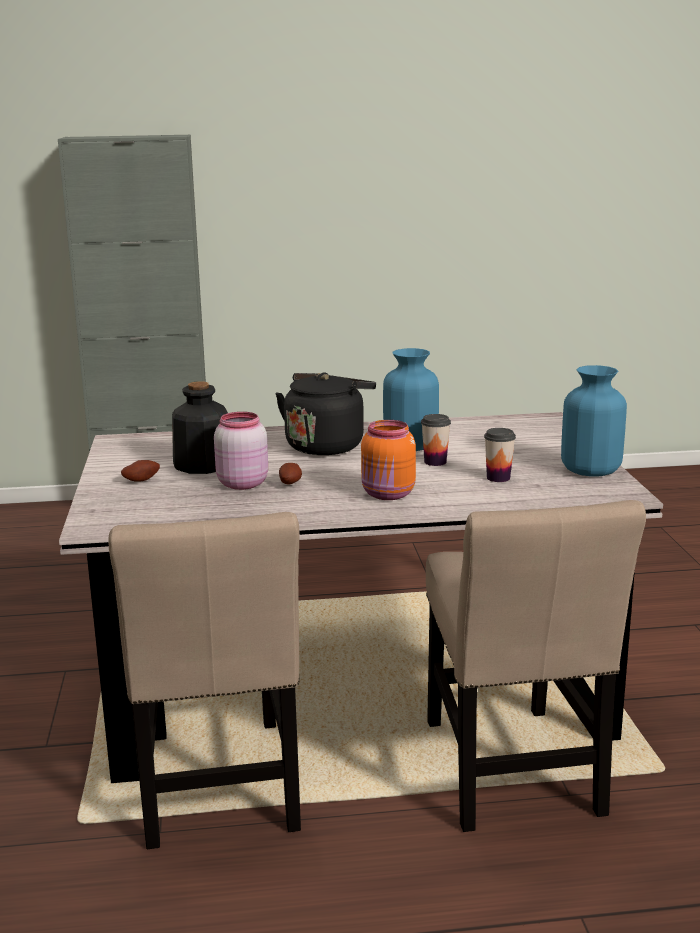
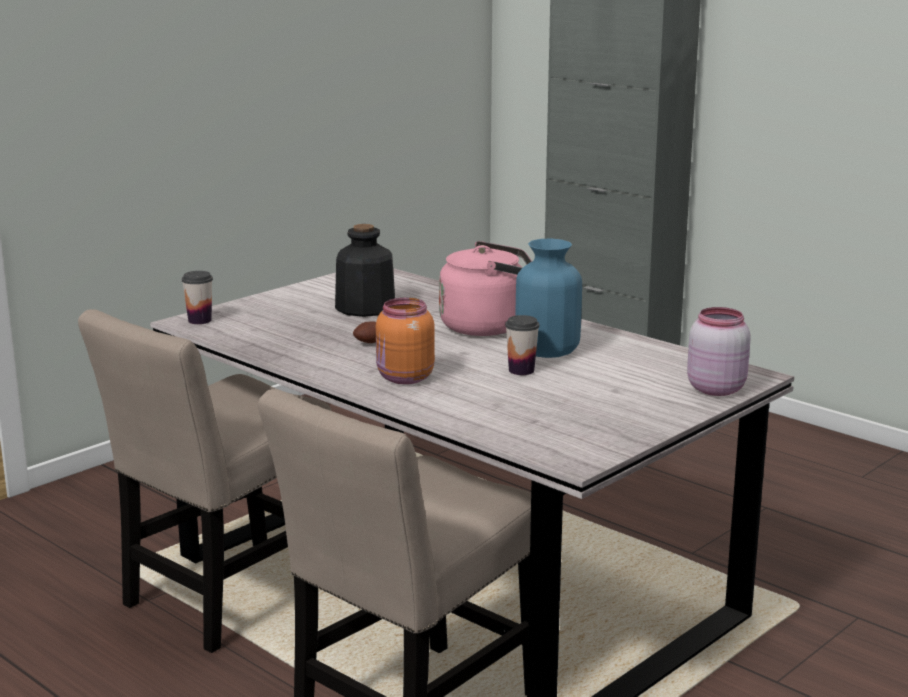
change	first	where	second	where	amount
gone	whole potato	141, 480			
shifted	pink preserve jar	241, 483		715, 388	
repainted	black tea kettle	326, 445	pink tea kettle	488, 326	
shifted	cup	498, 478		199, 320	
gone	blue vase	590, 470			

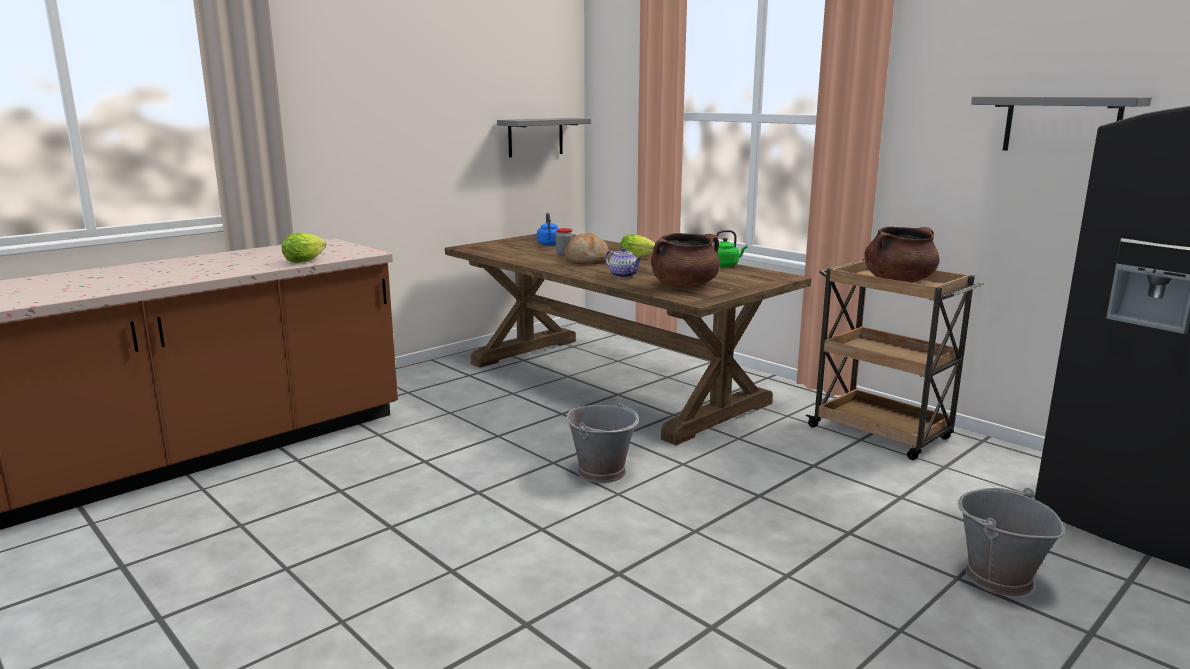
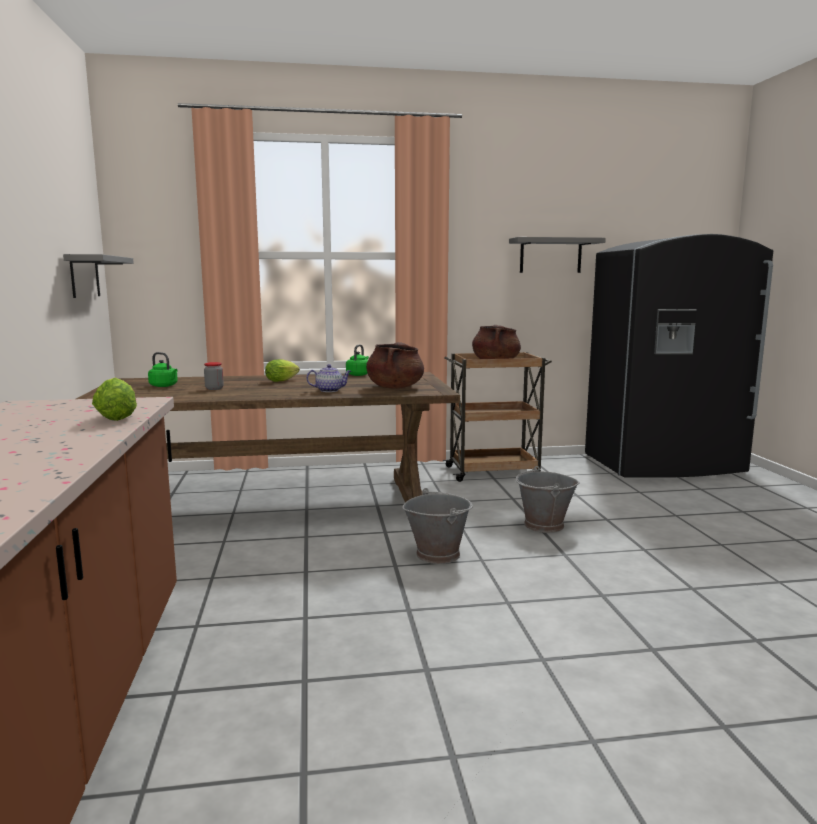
change	first	where	second	where	amount
repainted	blue tea kettle	549, 244	green tea kettle	164, 386	
gone	bakery bread	587, 260			
shifted	greyish pail	997, 578		544, 525	

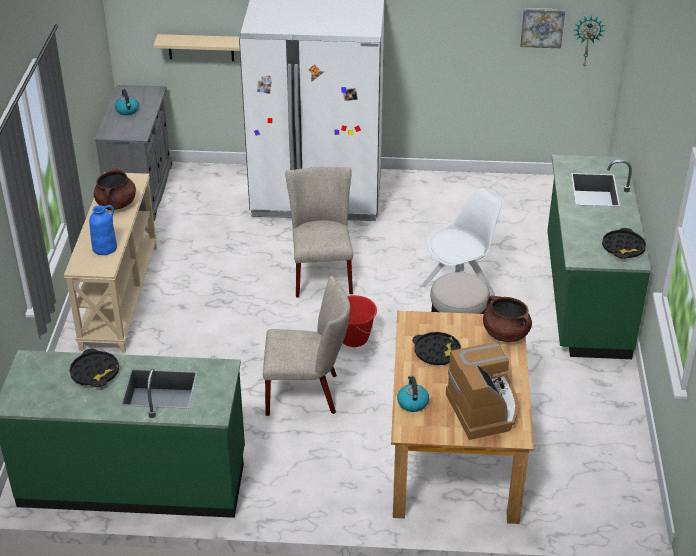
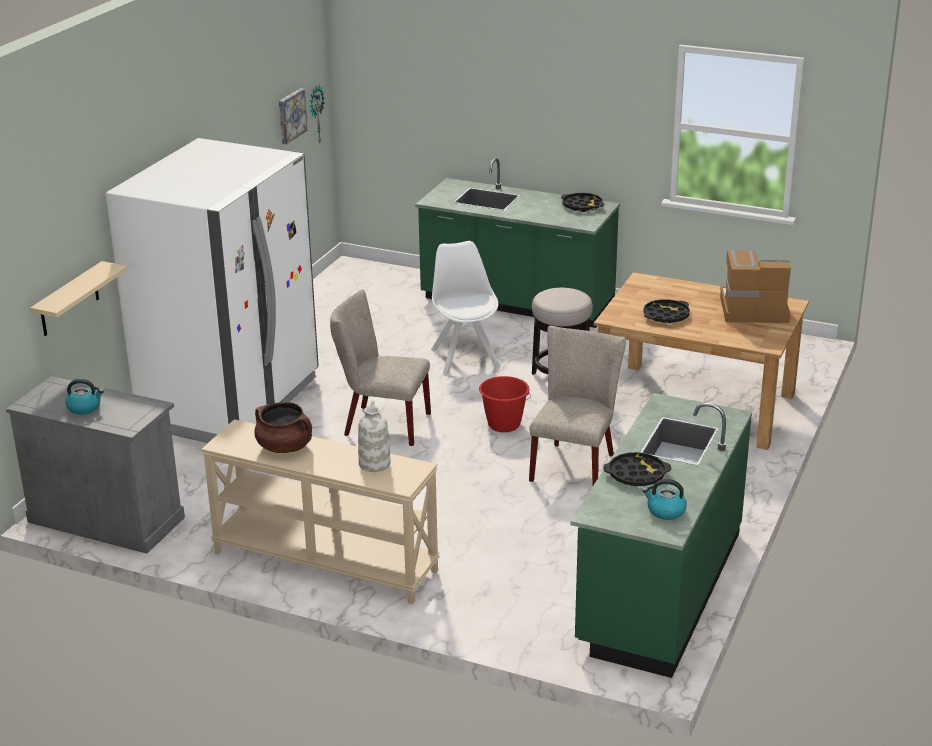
change	first	where	second	where	amount
repainted	blue vase	105, 248	white vase	374, 463	
shifted	tea kettle	412, 402		665, 511	
gone	brown saucepot	505, 333			

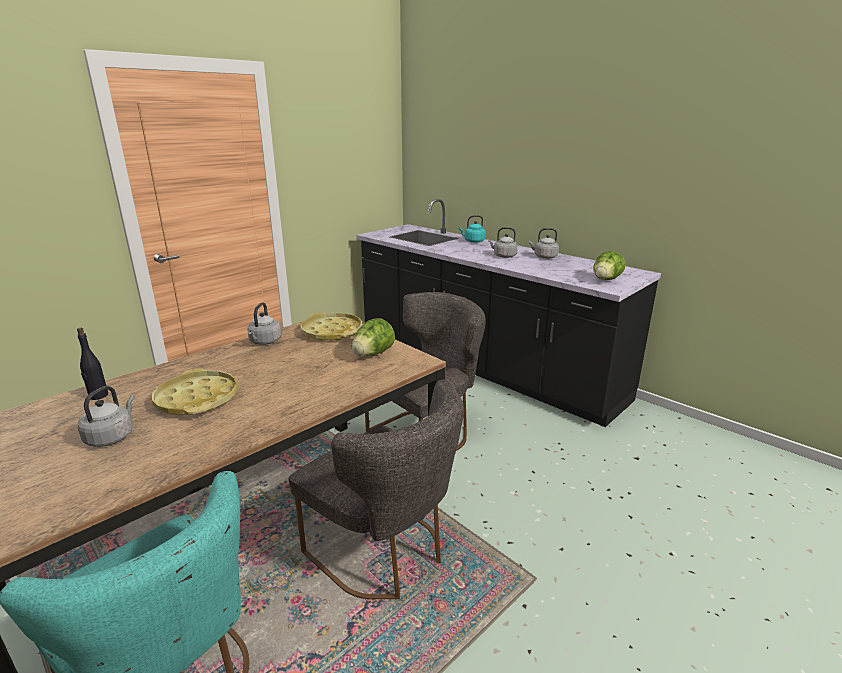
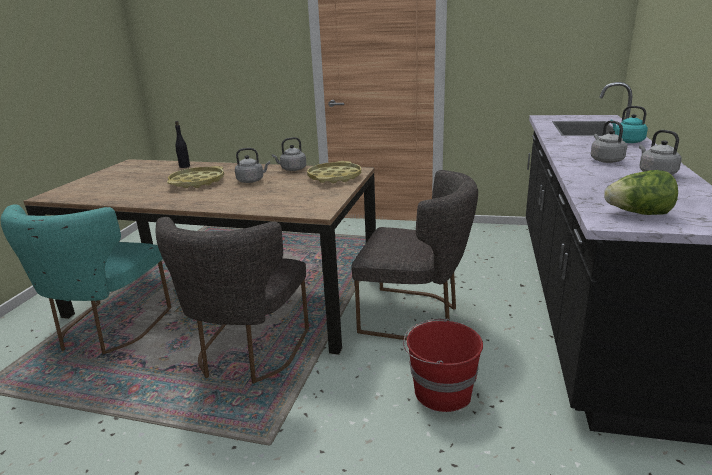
change	first	where	second	where	amount
shifted	greyish tea kettle	112, 436		252, 180	
gone	lettuce	372, 354			
new			red pail	441, 392	

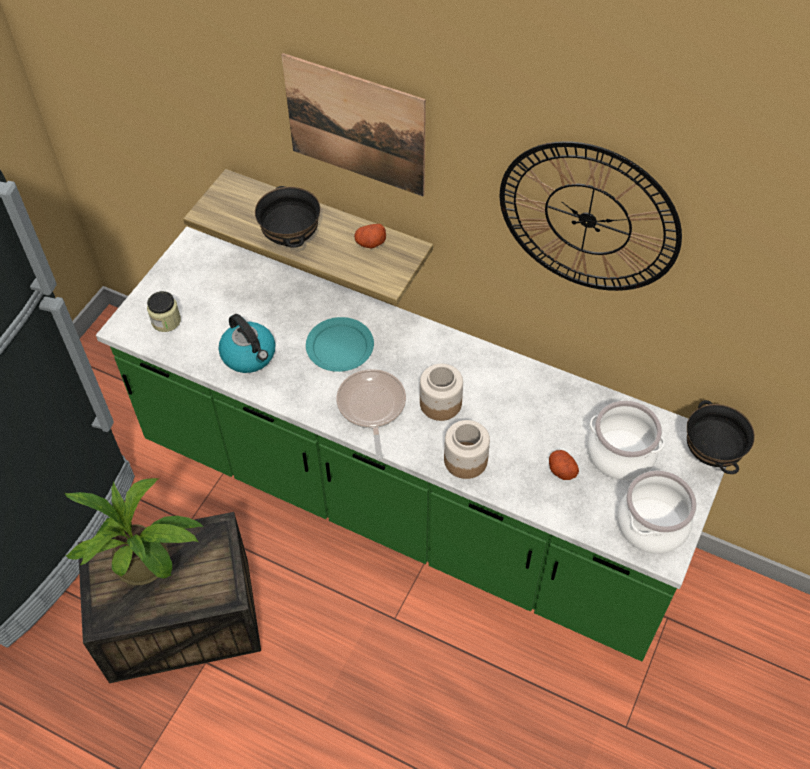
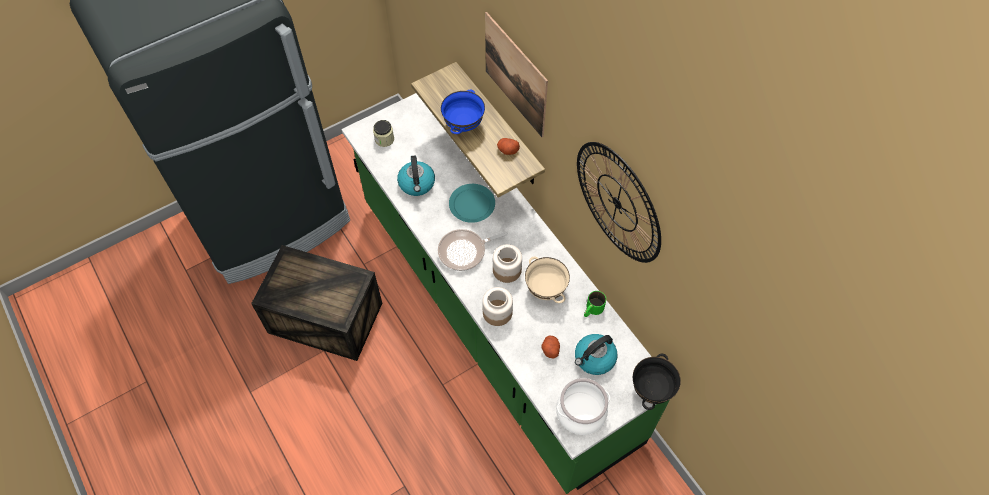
change	first	where	second	where	amount
gone	plant in a pot	148, 566			
repainted	black serving bowl	292, 238	blue serving bowl	464, 125	
rotated	frying pan	371, 407		465, 251	135 degrees counterclockwise
swapped	saucepot	620, 453	tea kettle	594, 359	
new			beige serving bowl	546, 289	
new			green mug	592, 310	

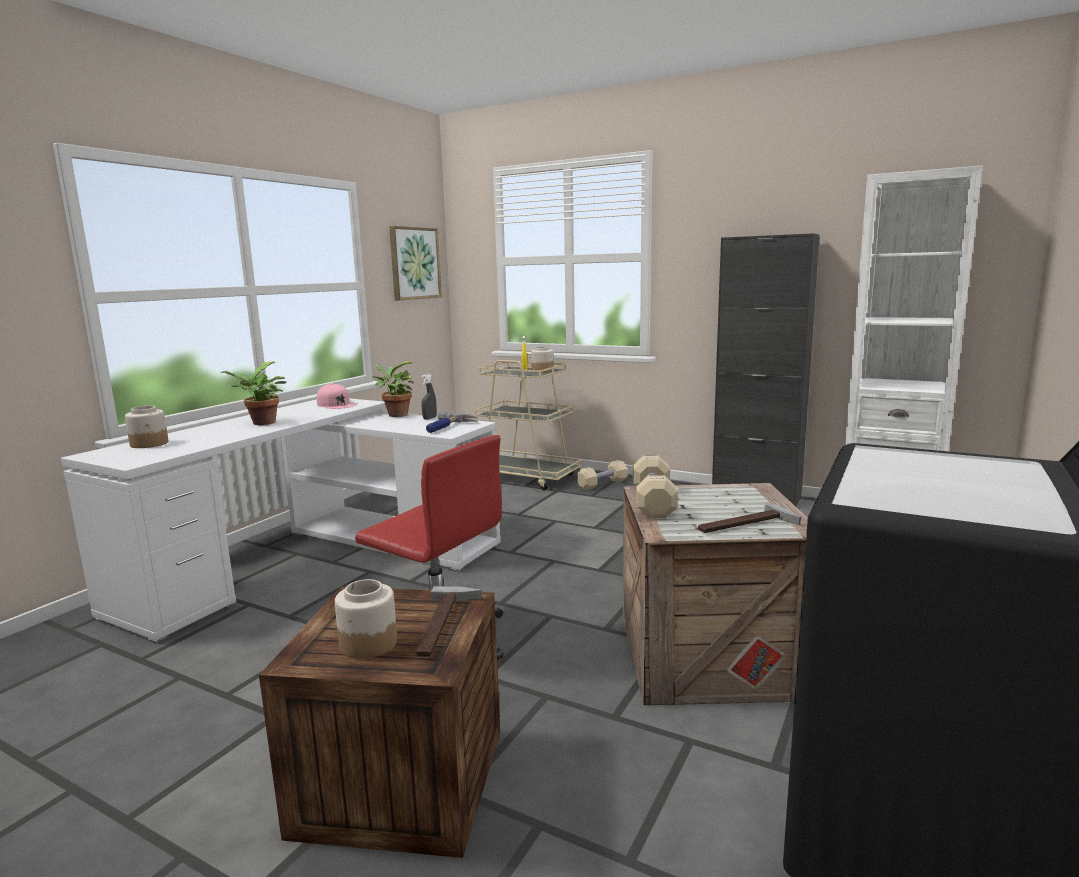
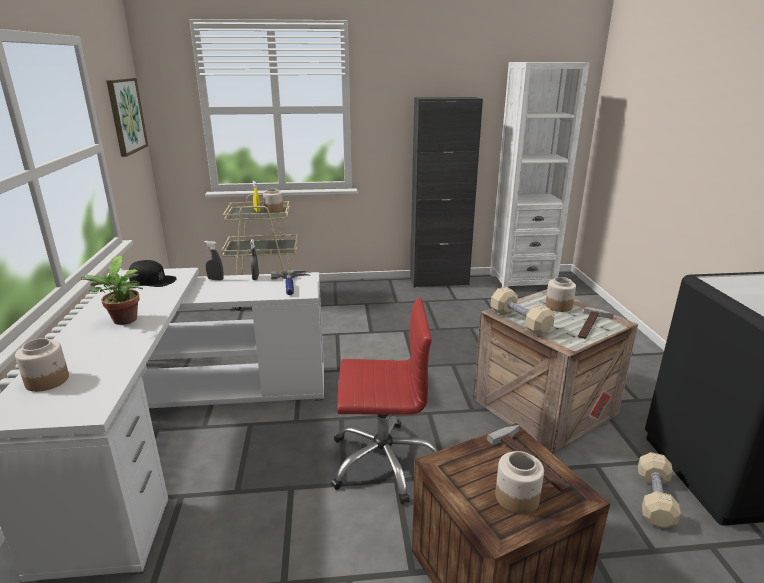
change	first	where	second	where	amount
repainted	pink cap	336, 404	black cap	152, 280	
swapped	plant in a pot	395, 415	greyish spray bottle	215, 279	
shifted	beige dumbbell	602, 484		654, 499	
new			preserve jar	558, 306	

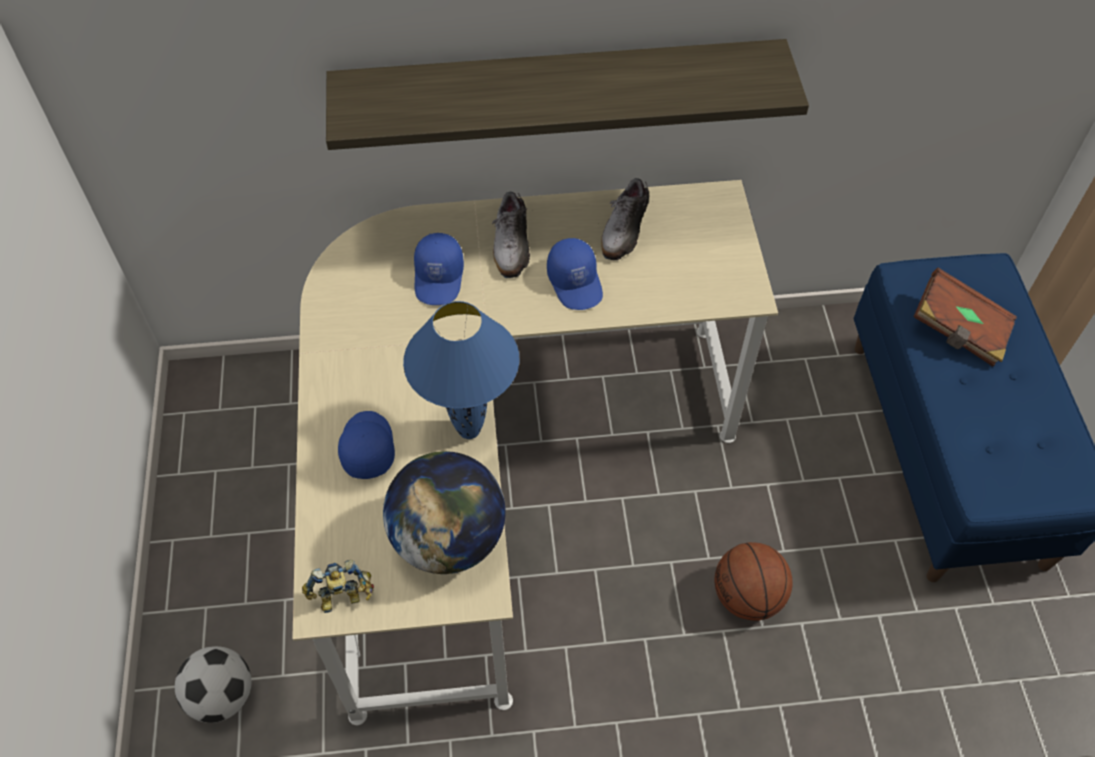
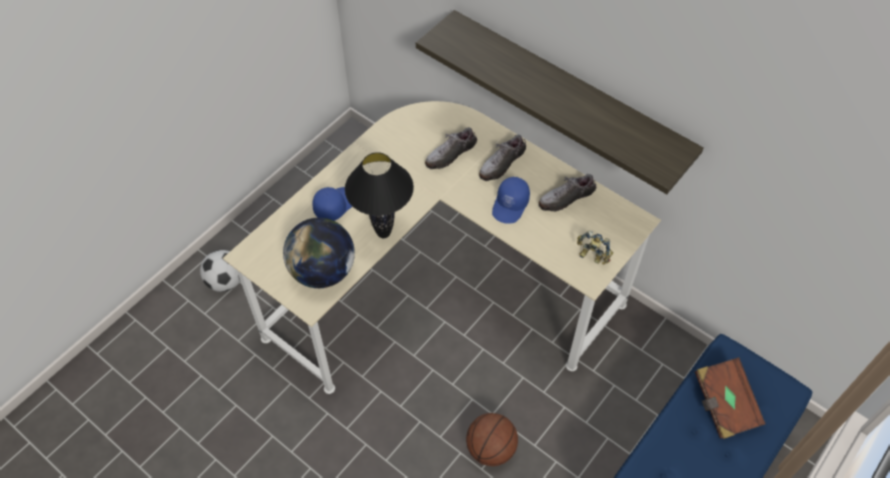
change	first	where	second	where	amount
shifted	toy robot	342, 599		591, 257	
repainted	blue table lamp	468, 431	black table lamp	383, 233	
swapped	blue cap	439, 278	low shoe	450, 154	

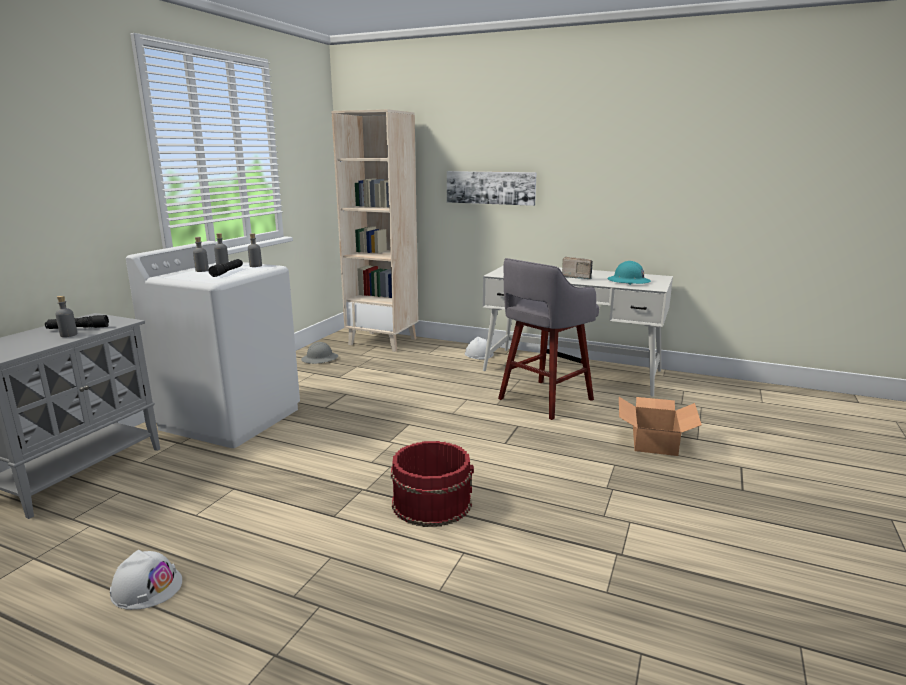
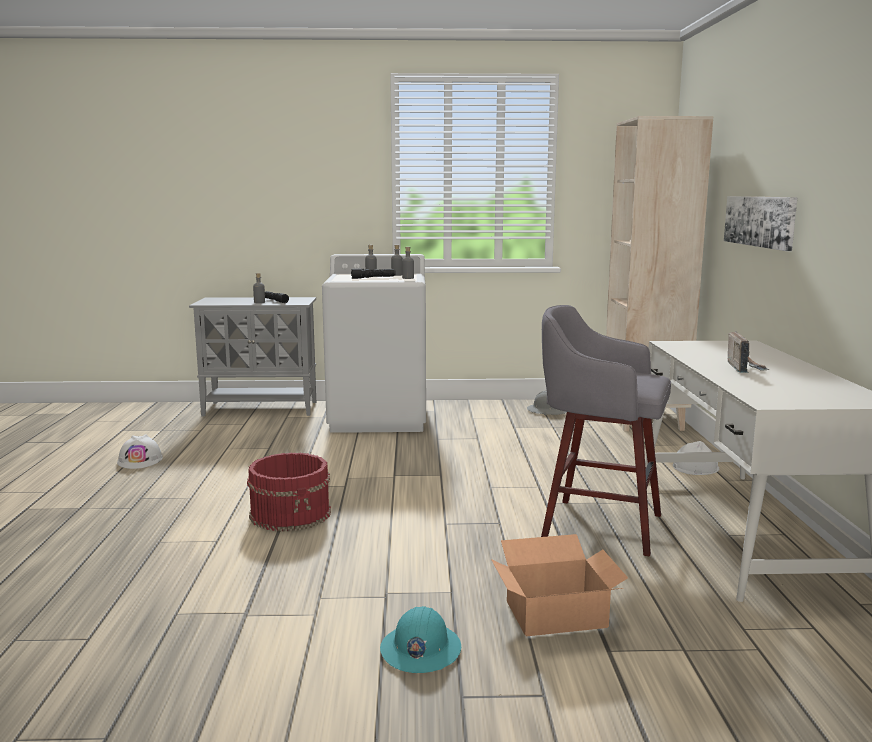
change	first	where	second	where	amount
shifted	turquoise-coloured safety helmet	628, 281		420, 650	

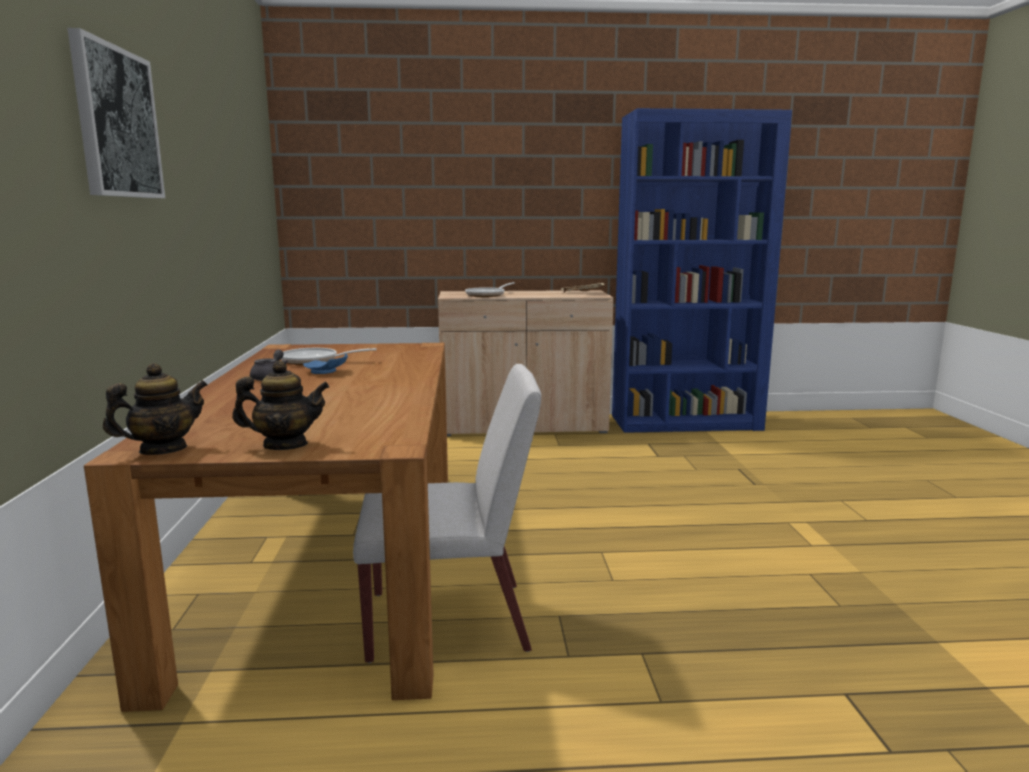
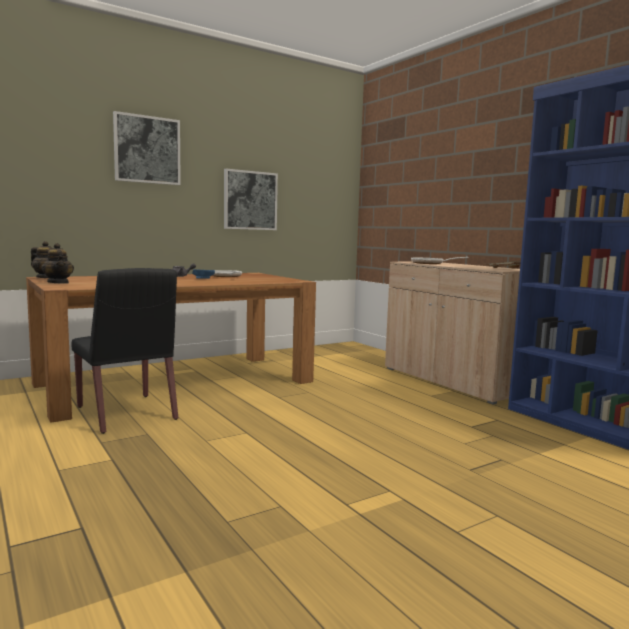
change	first	where	second	where	amount
repainted	white chair	450, 620	black chair	127, 413	
new			wall picture	250, 200	

